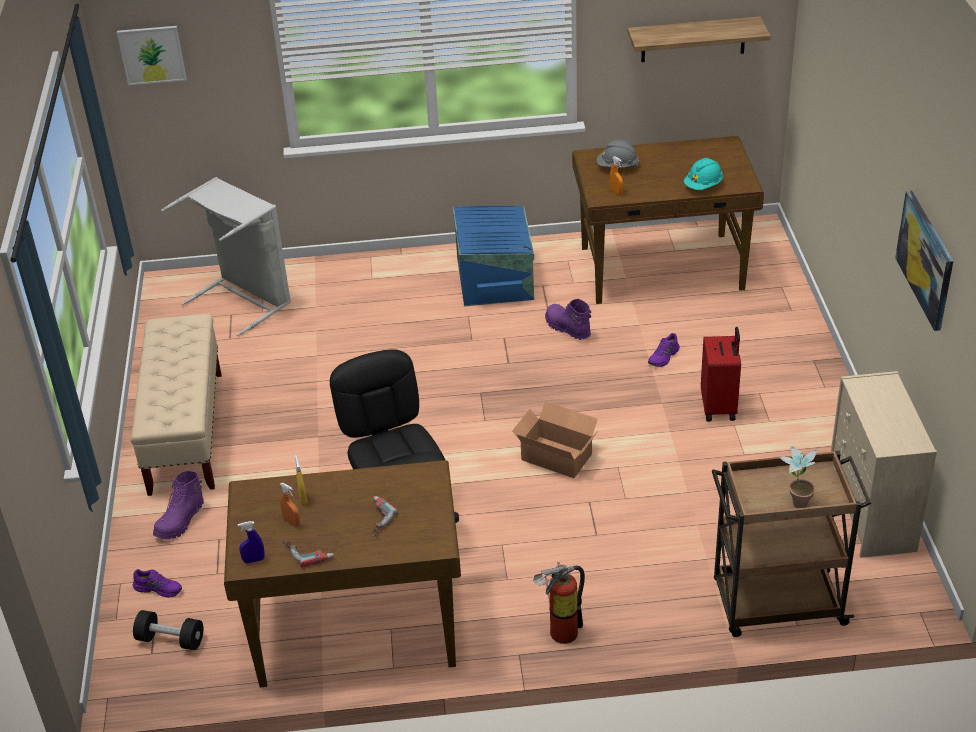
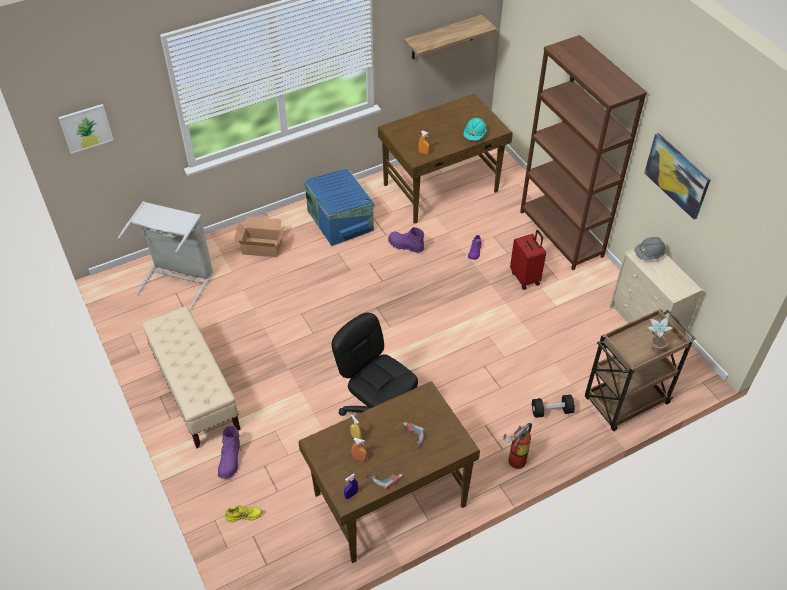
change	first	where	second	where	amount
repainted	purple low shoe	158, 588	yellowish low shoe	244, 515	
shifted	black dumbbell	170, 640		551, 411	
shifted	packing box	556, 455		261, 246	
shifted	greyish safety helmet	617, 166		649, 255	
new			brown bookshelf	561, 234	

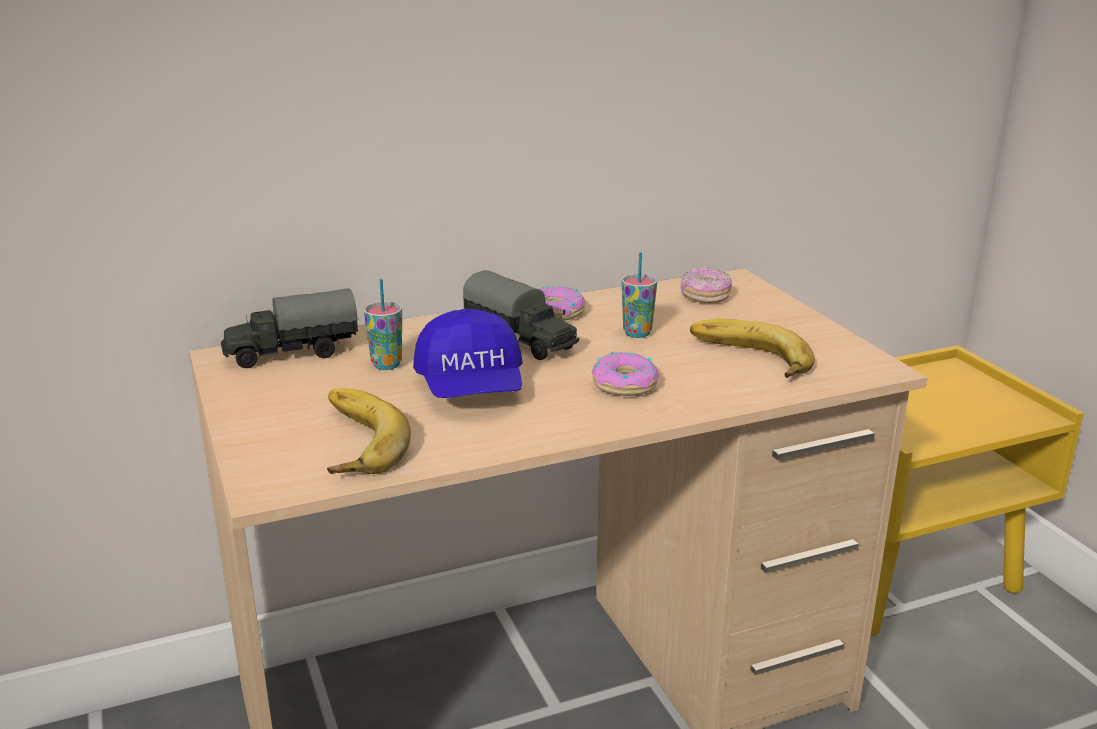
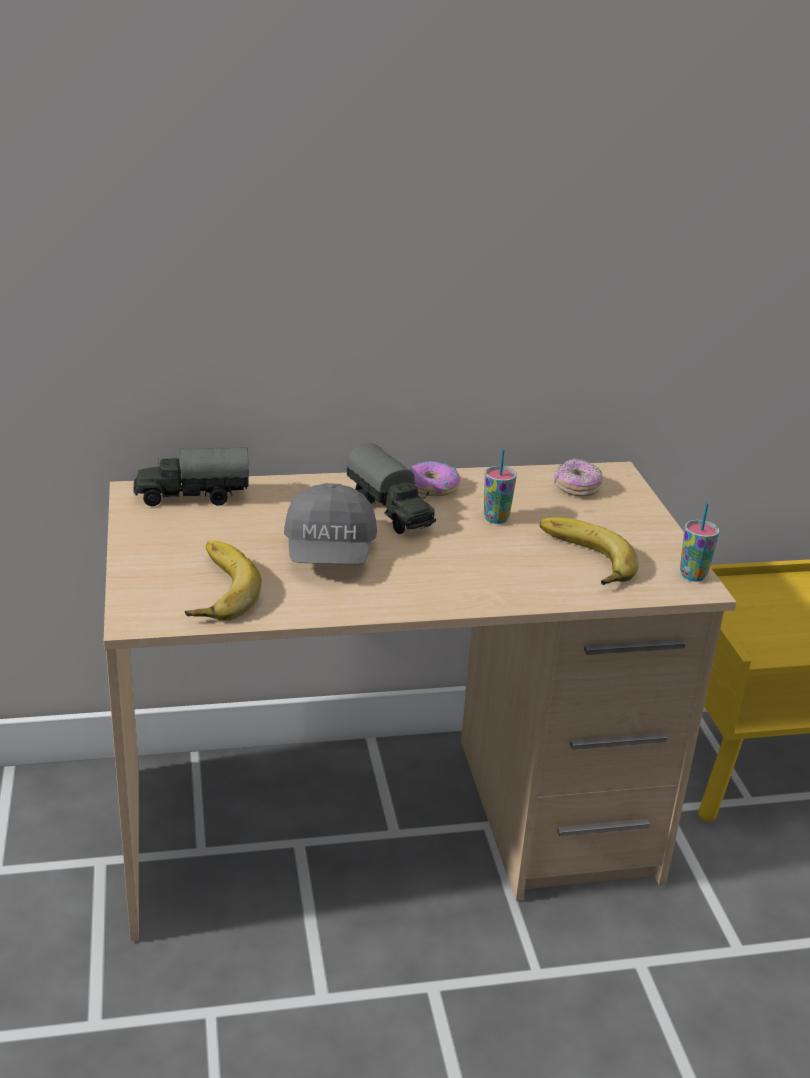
change	first	where	second	where	amount
shifted	cup	386, 365		693, 575	
repainted	blue cap	471, 388	greyish cap	329, 553	
gone	ring doughnut	625, 384			

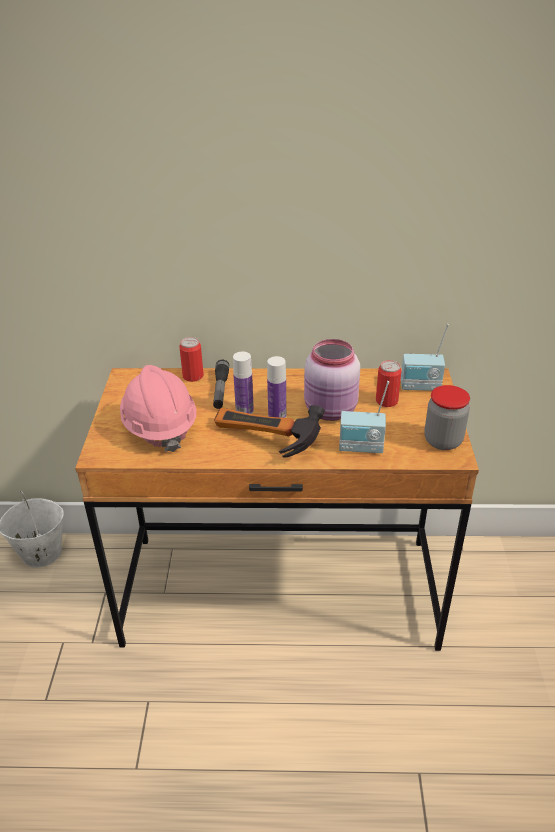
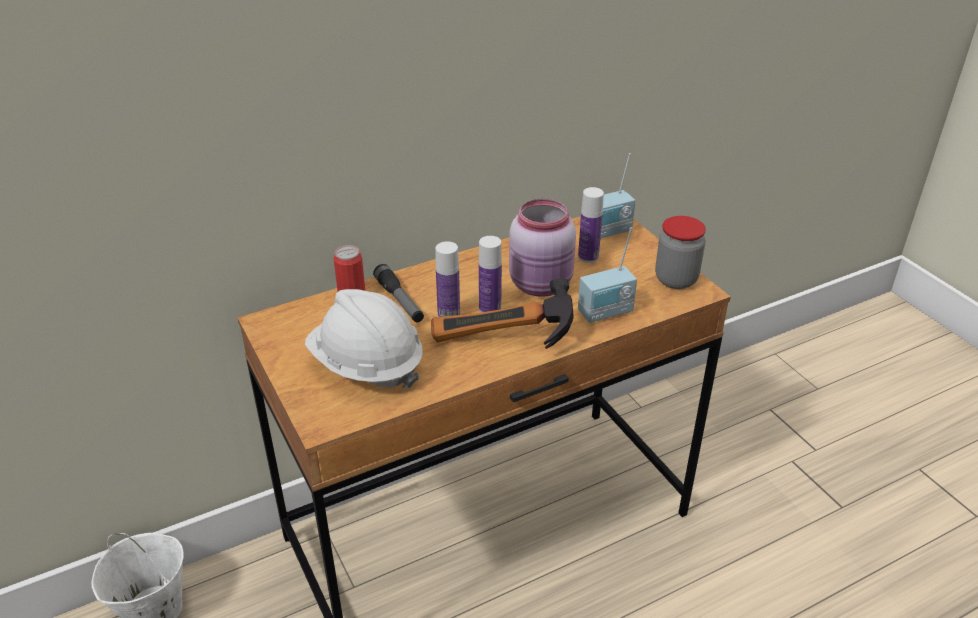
change	first	where	second	where	amount
repainted	pink safety helmet	159, 427	white safety helmet	366, 365	
swapped	metal can	386, 401	beverage bottle	588, 257	

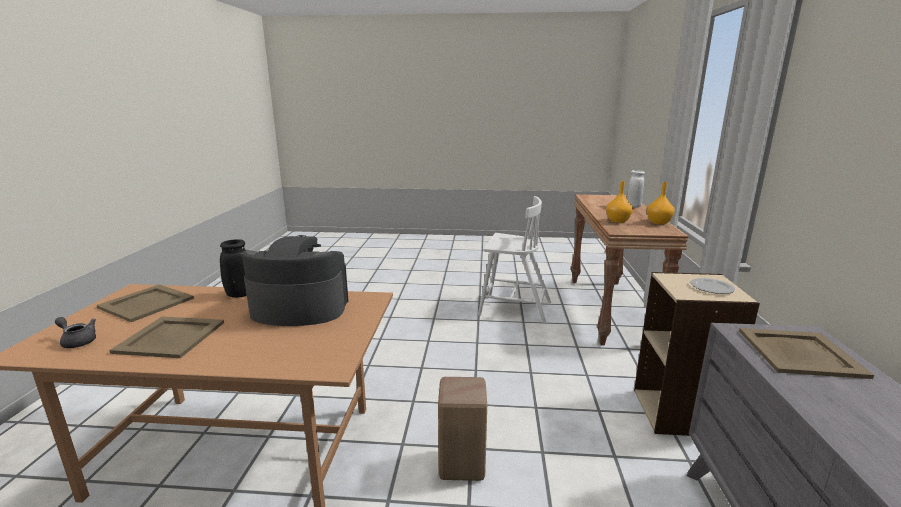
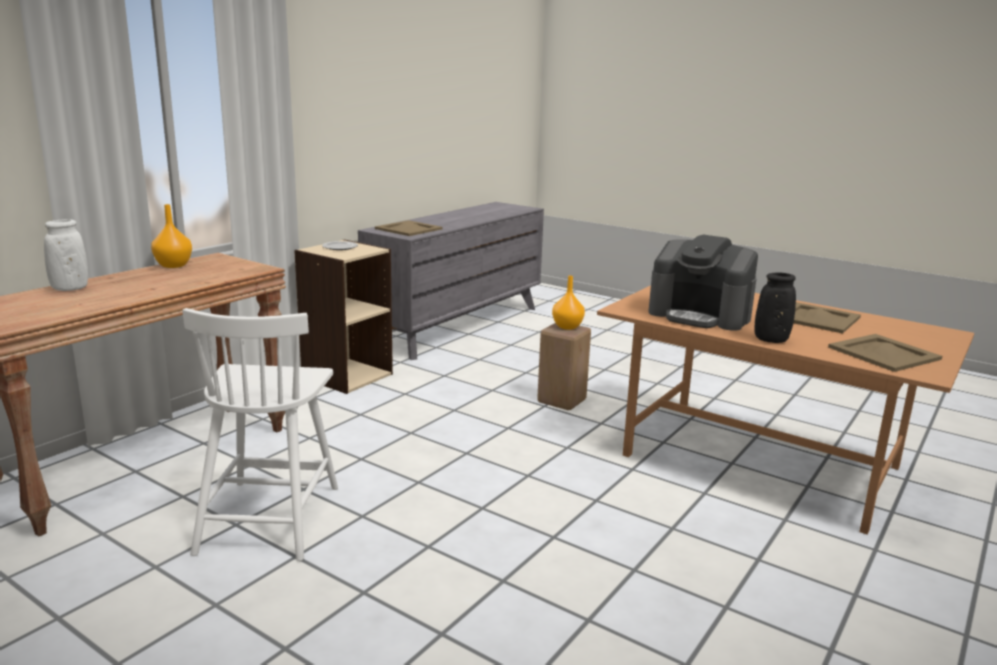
change	first	where	second	where	amount
gone	greyish tea pot	77, 341			
rotated	white chair	513, 308		269, 517	135 degrees counterclockwise
shifted	orangey vase	618, 221		567, 326	

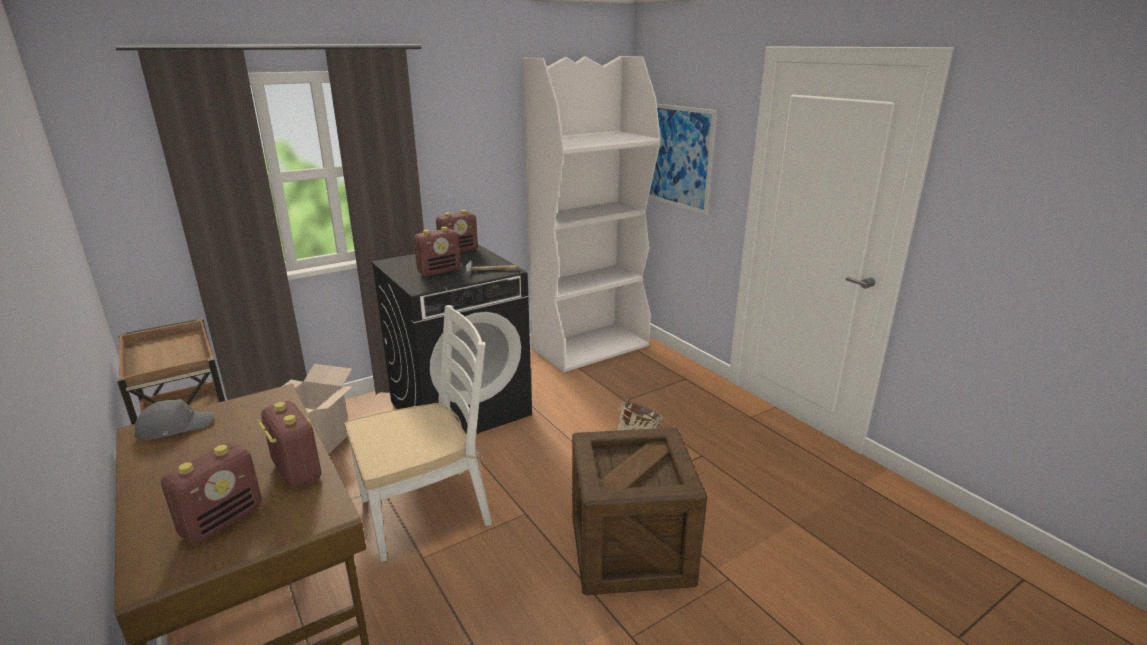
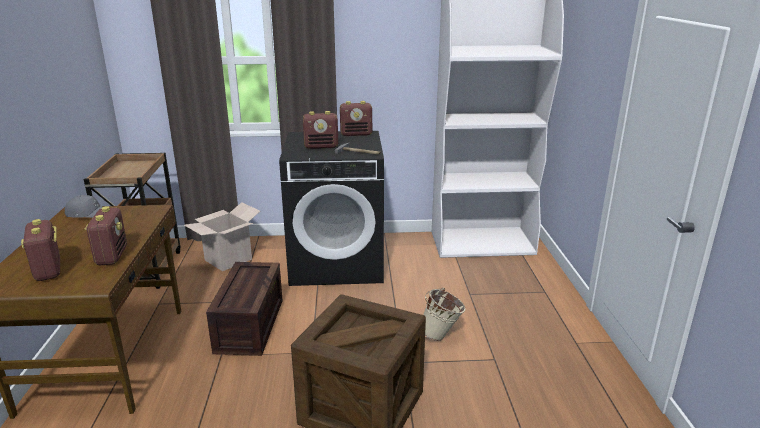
change	first	where	second	where	amount
rotated	radio	223, 521		48, 271	90 degrees clockwise
swapped	white chair	426, 511	packing crate	251, 326	
gone	wall picture	677, 157			

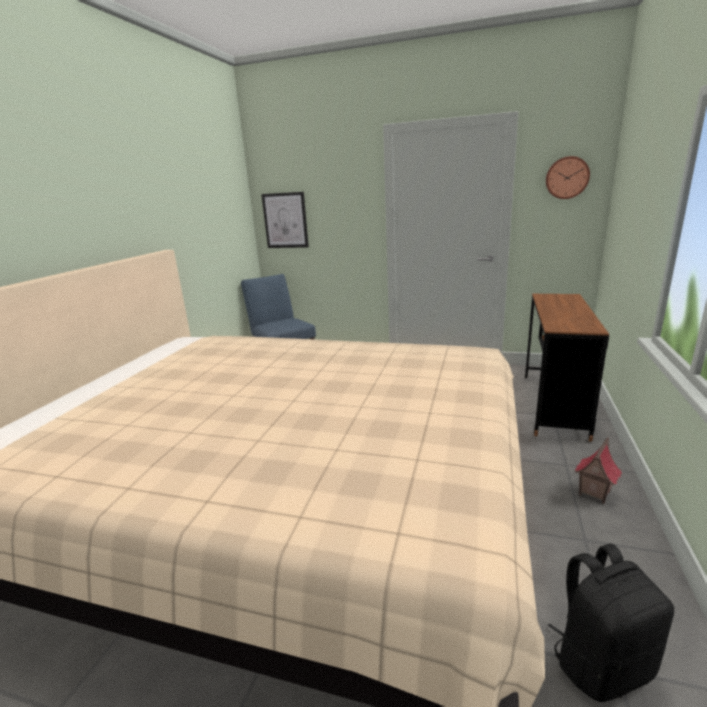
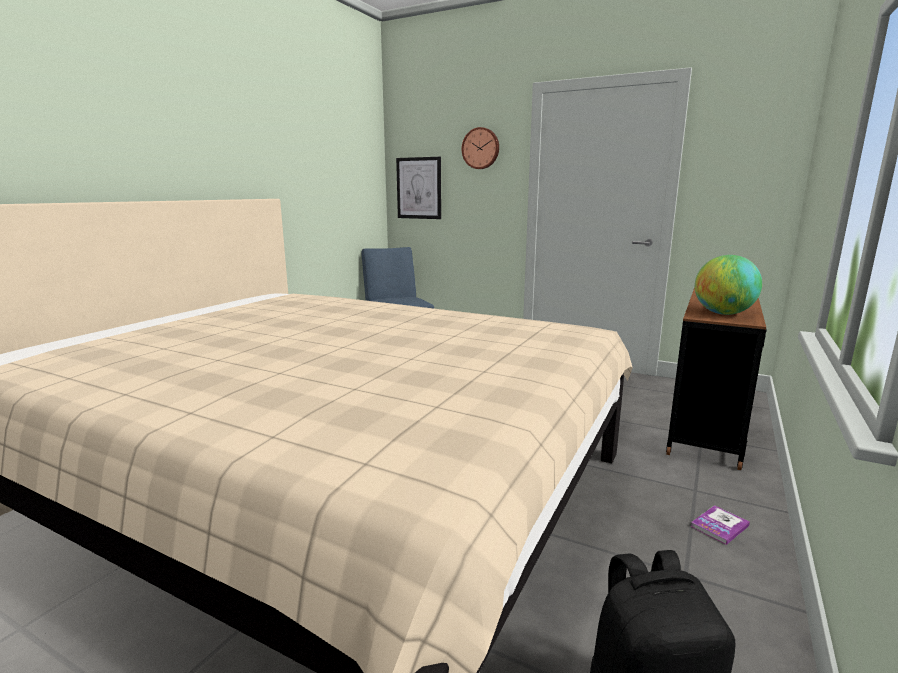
change	first	where	second	where	amount
shifted	wall clock	567, 178		481, 148	
swapped	toy house	593, 493	volume	719, 526	
new			world globe	723, 313	

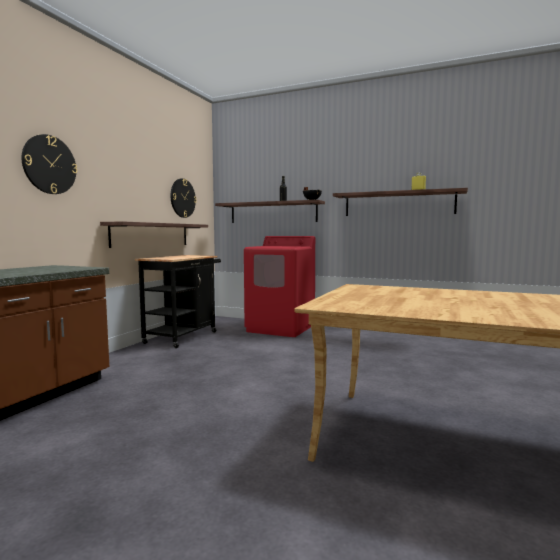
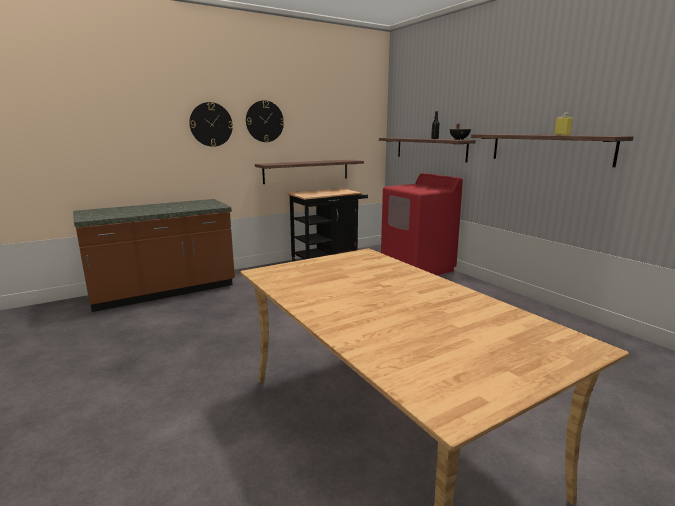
change	first	where	second	where	amount
shifted	wall clock	182, 198		264, 121	

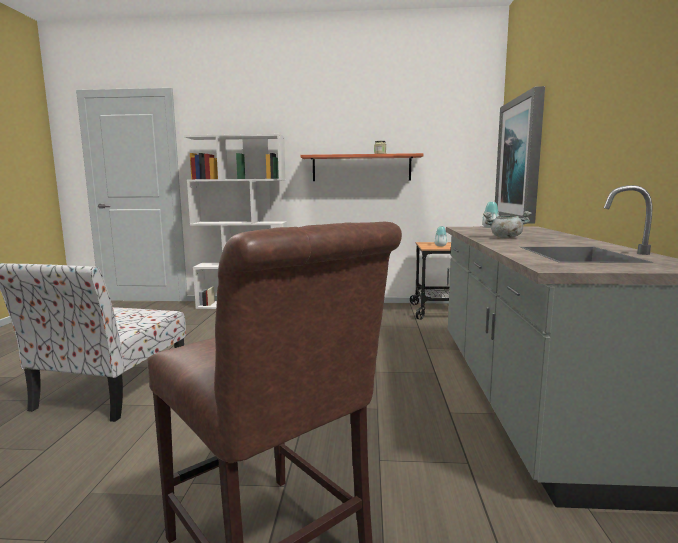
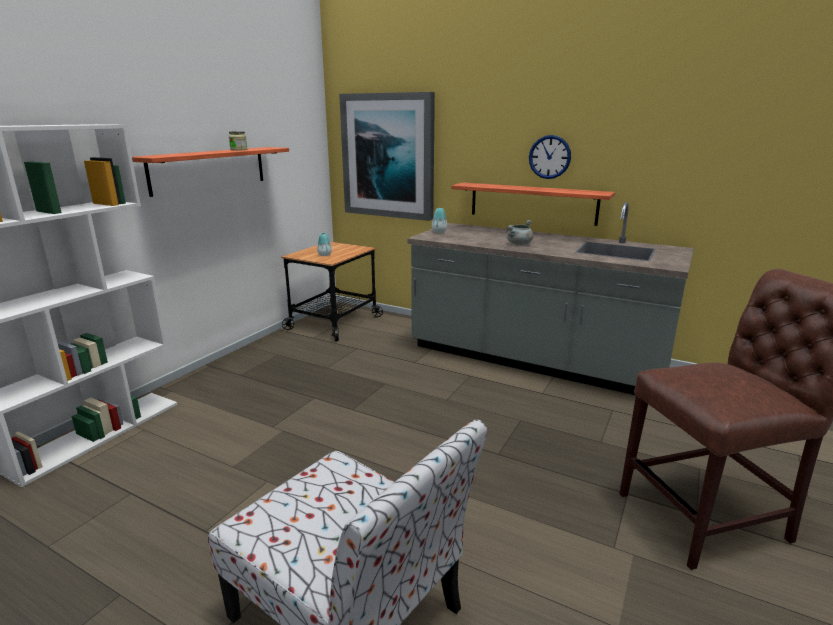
change	first	where	second	where	amount
new			wall shelf	532, 203	
new			wall clock	549, 157	

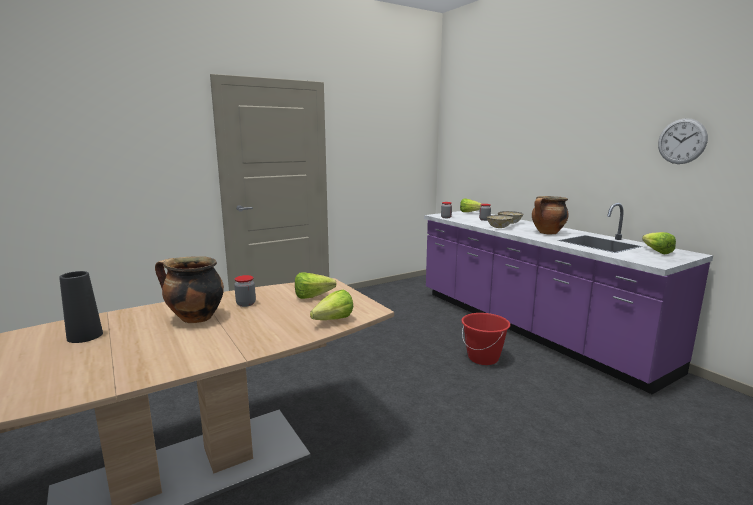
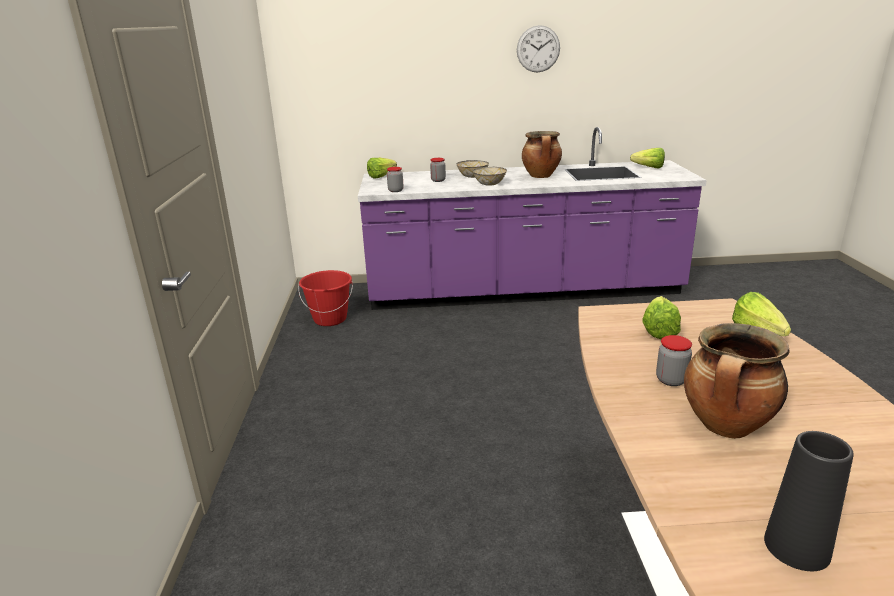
change	first	where	second	where	amount
shifted	red pail	483, 358		330, 319	
shifted	wall clock	682, 141		538, 49	

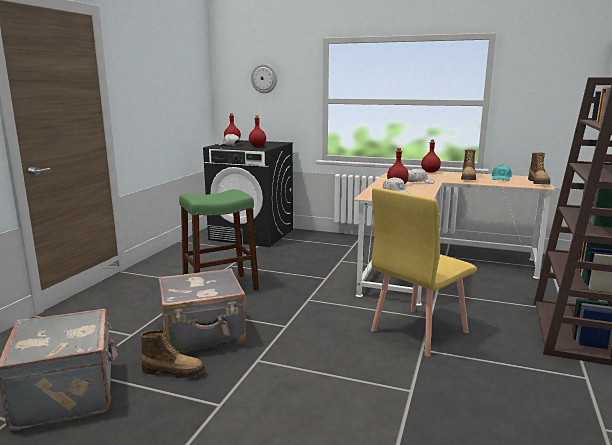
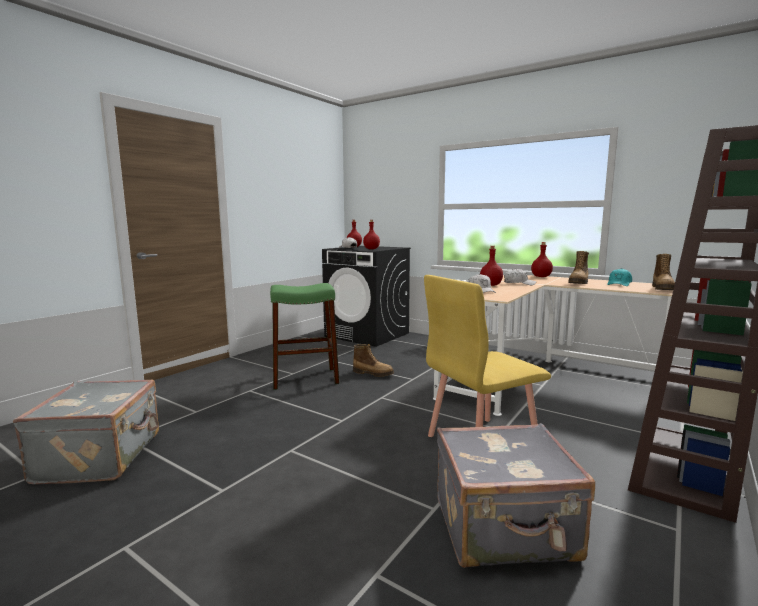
change	first	where	second	where	amount
shifted	high-top boot	174, 371		373, 373	
shifted	greyish suitcase	204, 335		505, 529	
gone	wall clock	264, 78			

